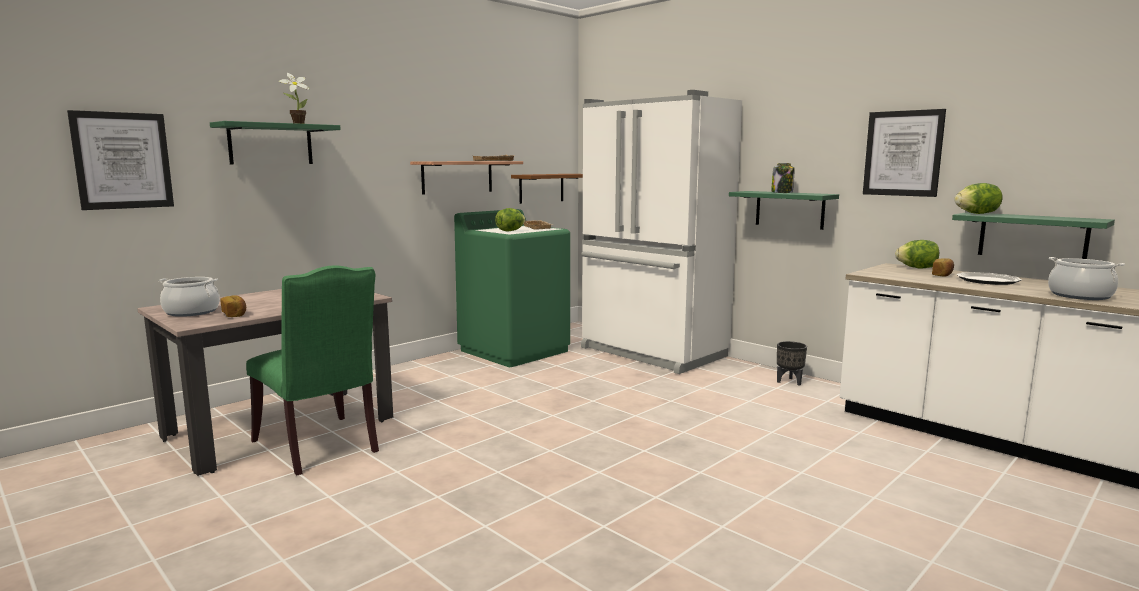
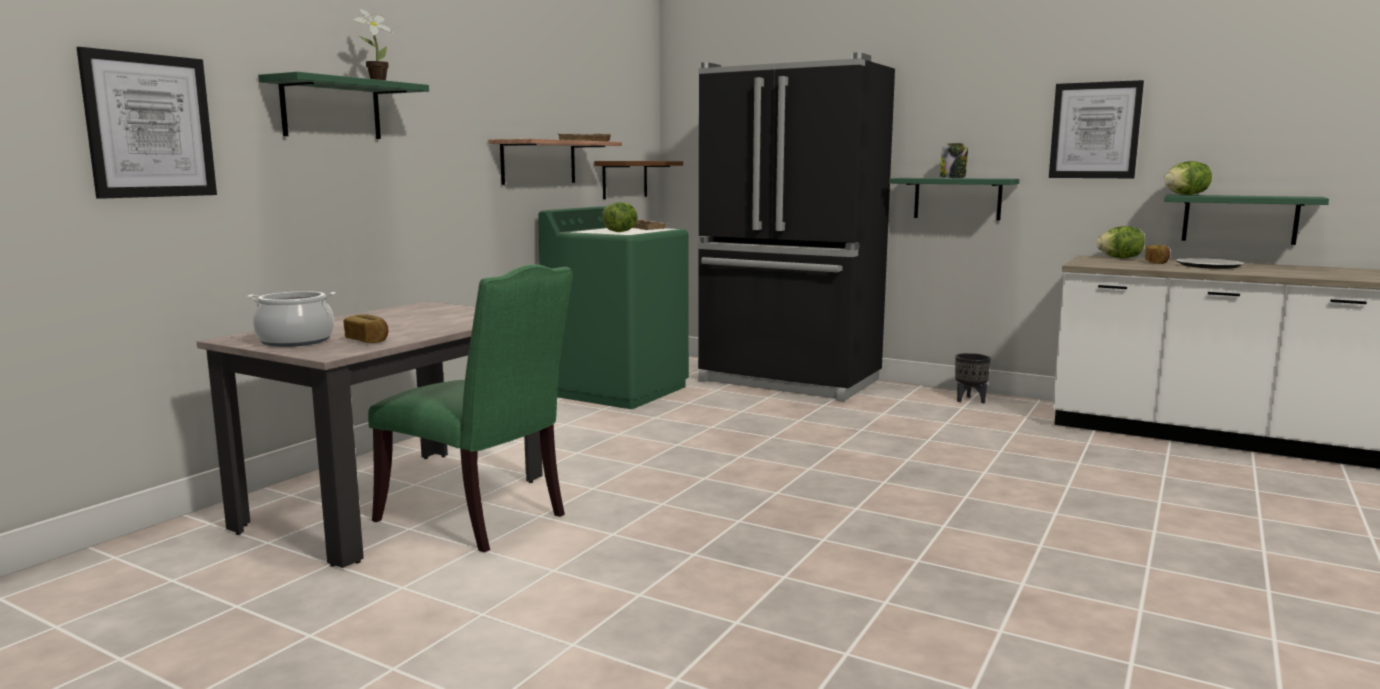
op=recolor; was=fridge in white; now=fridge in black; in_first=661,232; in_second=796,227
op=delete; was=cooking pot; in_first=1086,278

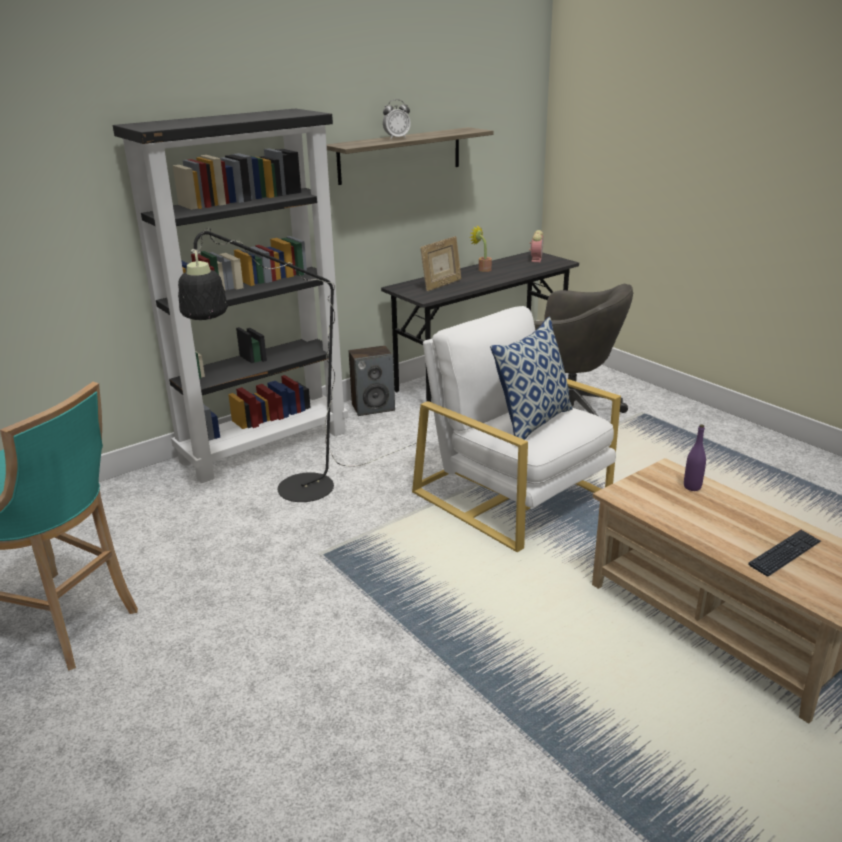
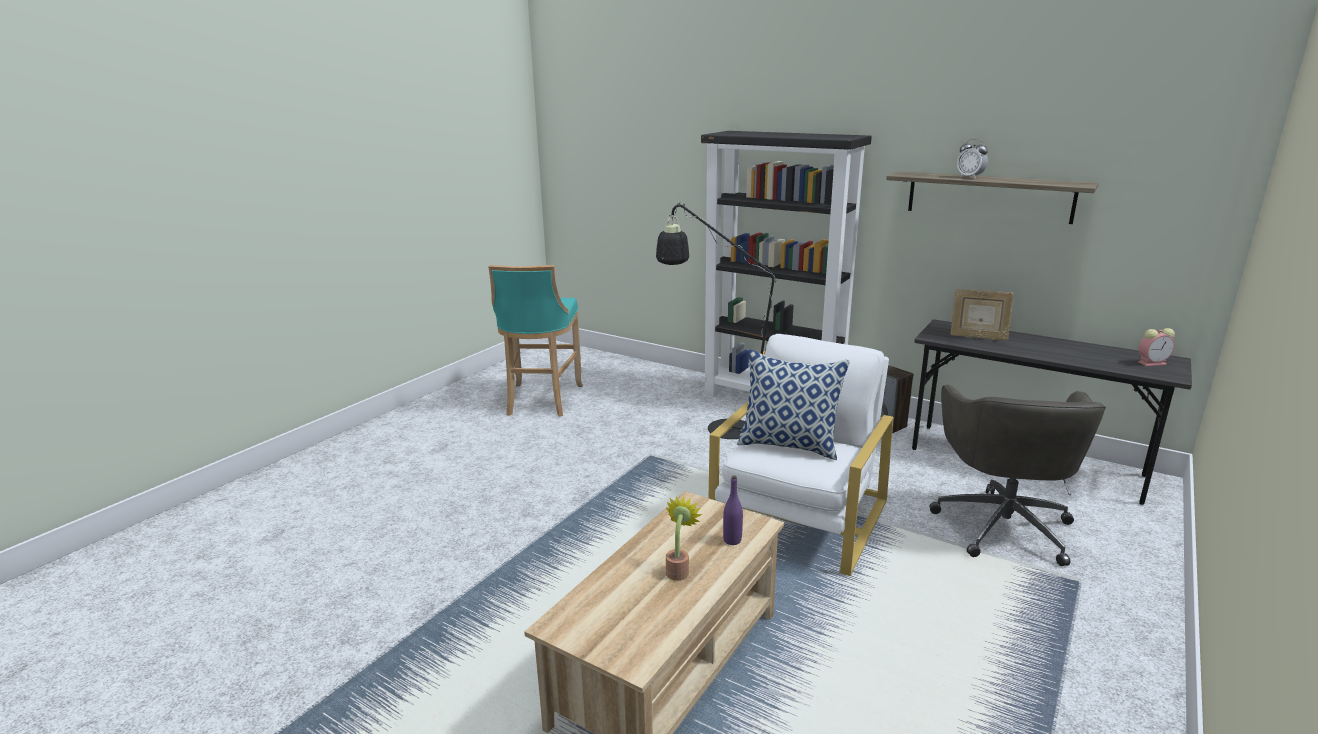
op=move; was=potted plant; in_first=481,248; in_second=684,538
op=delete; was=keyboard; in_first=784,553

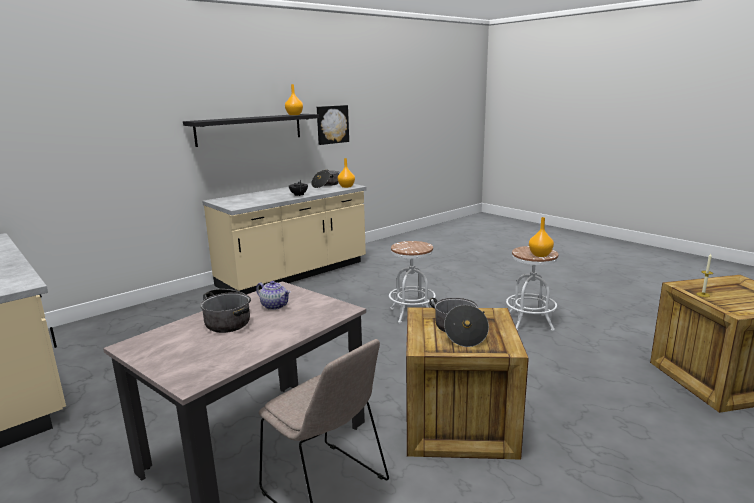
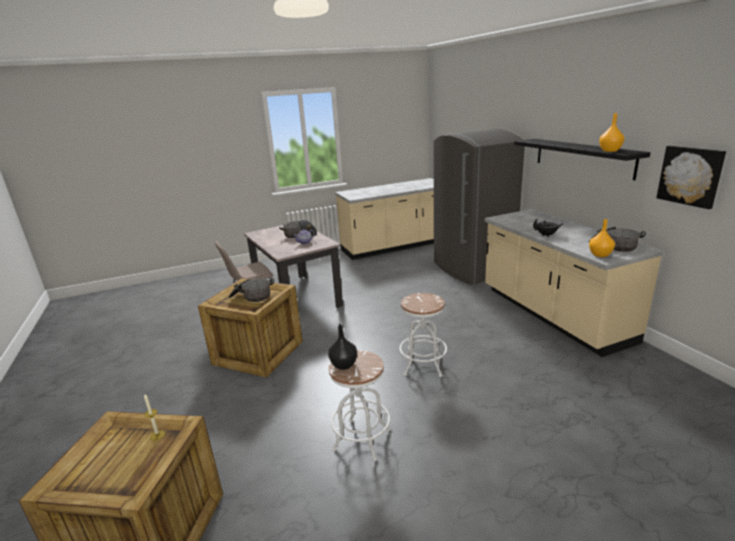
op=recolor; was=vase in orange; now=vase in black; in_first=541,237; in_second=342,346
op=insert; now=fridge in grey; in_second=479,207

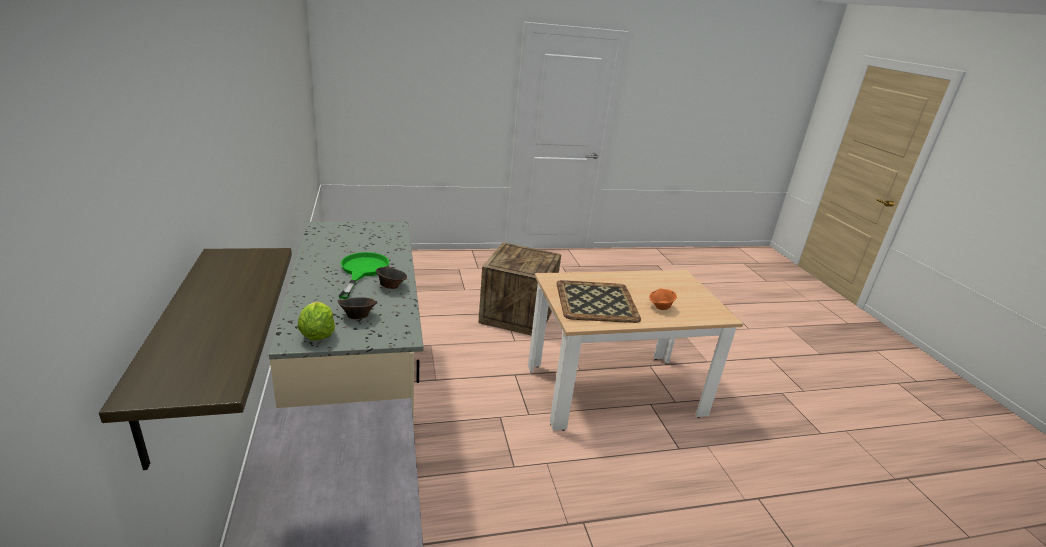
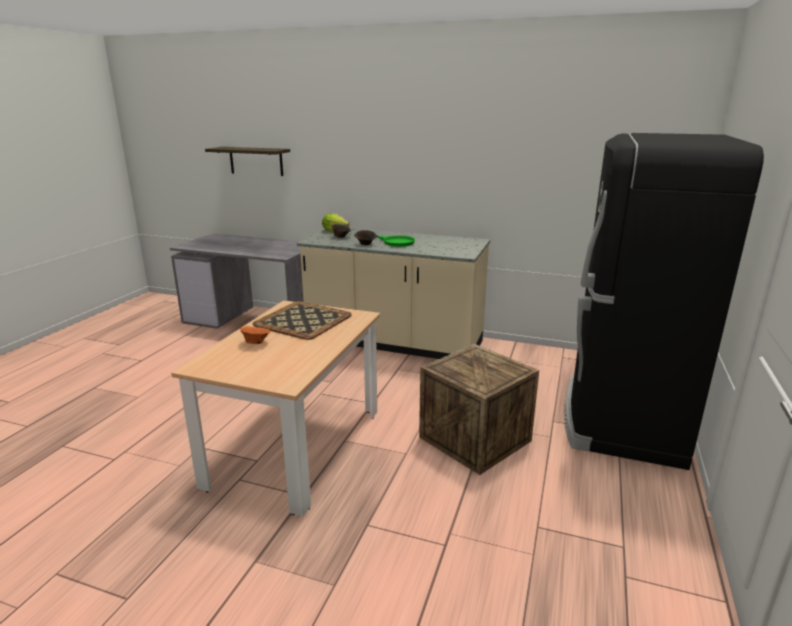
op=insert; now=fridge in black; in_second=664,301

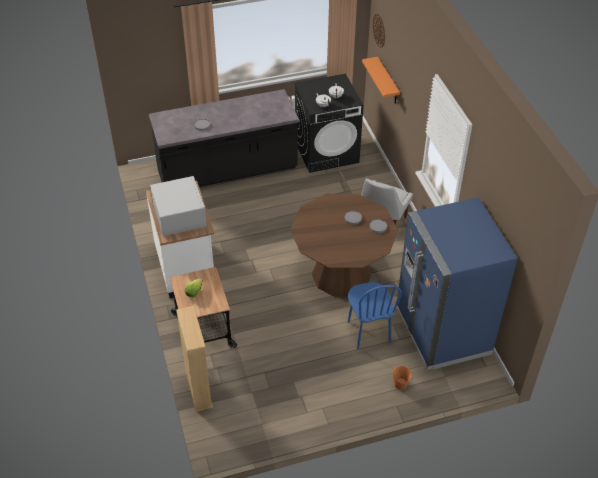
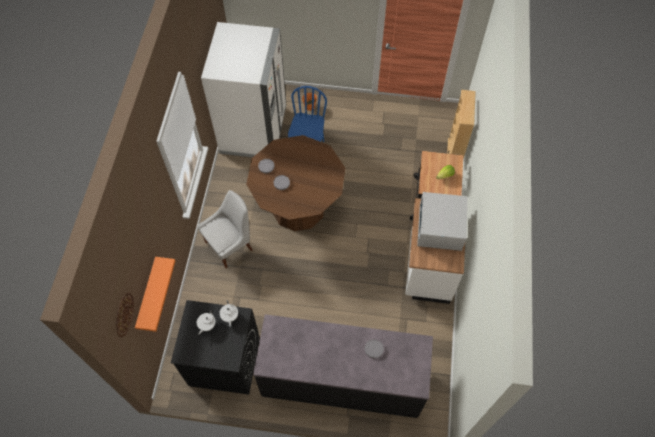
op=recolor; was=fridge in blue; now=fridge in white; in_first=457,283; in_second=243,89

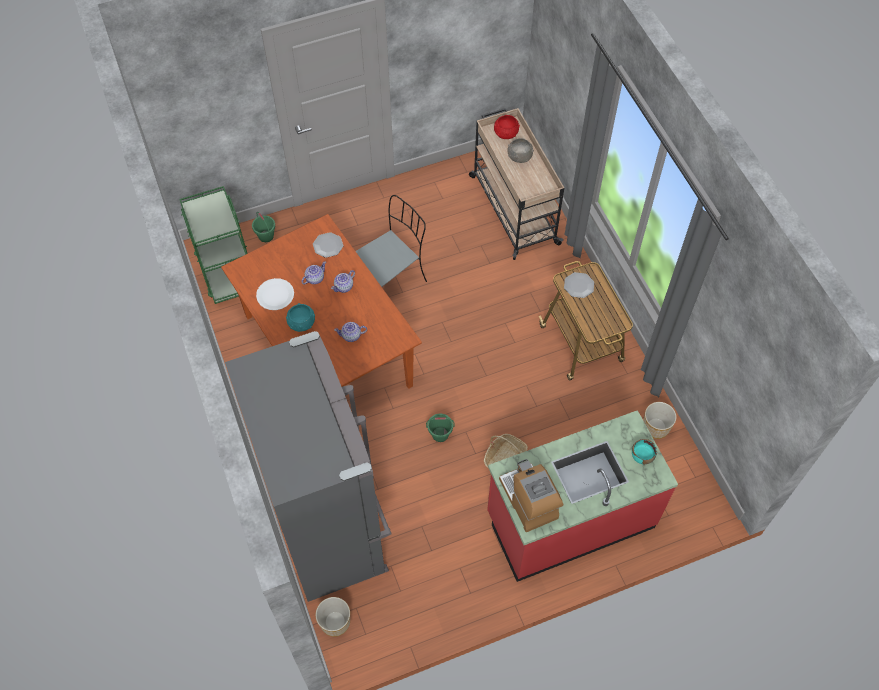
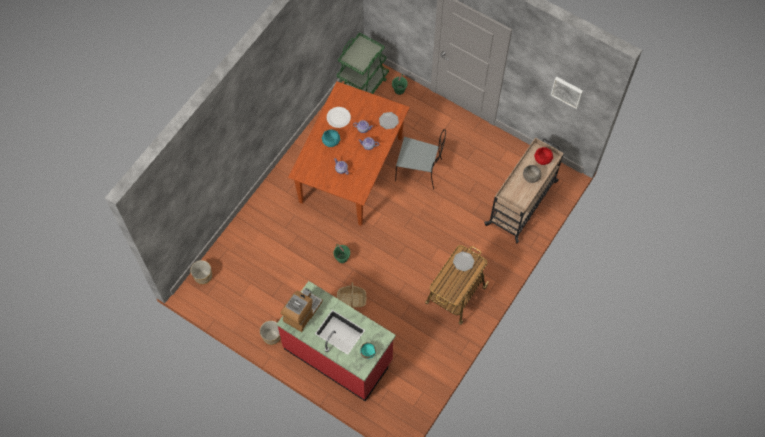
op=delete; was=fridge in grey; in_first=308,466
op=move; was=planter; in_first=659,420; in_second=270,333
op=insert; now=picture; in_second=567,93

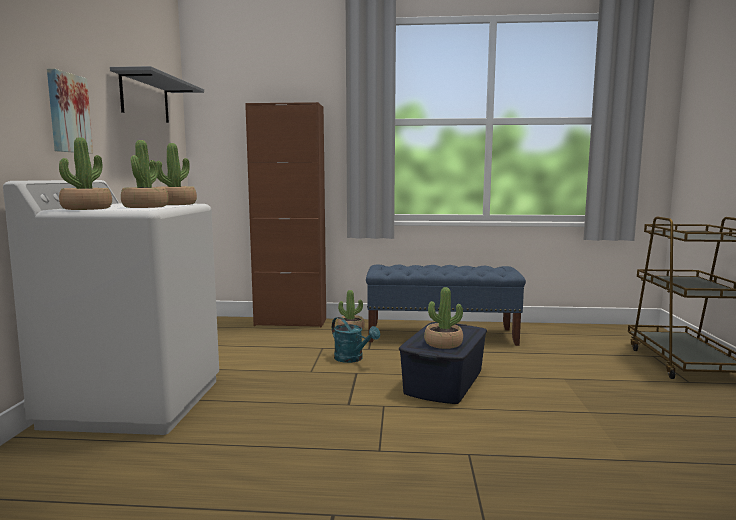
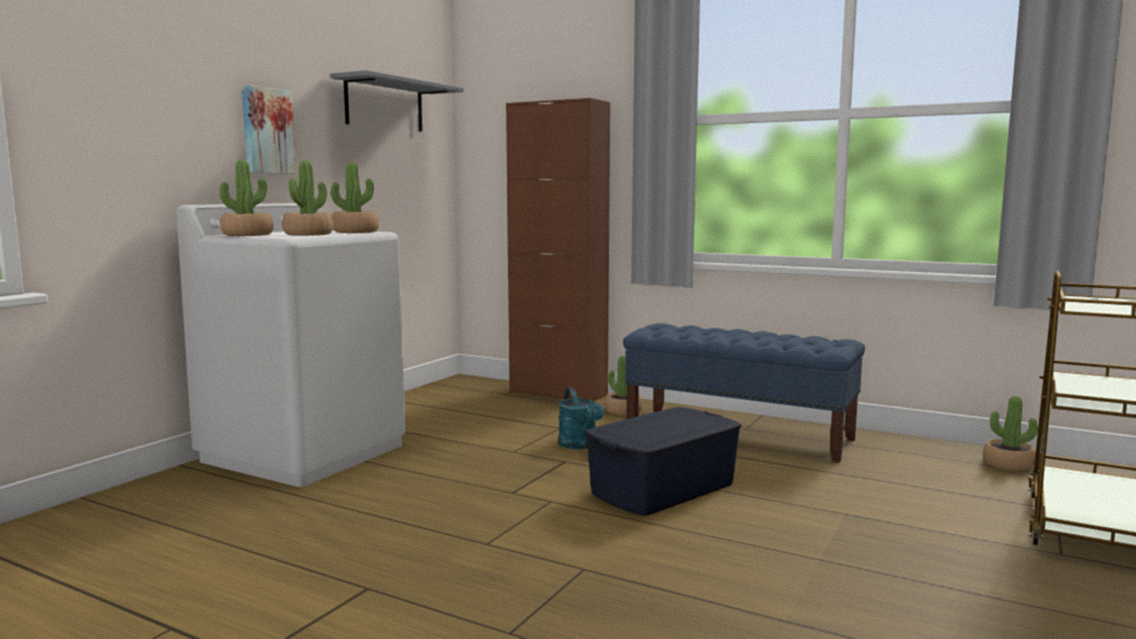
op=move; was=potted plant; in_first=443,318; in_second=1010,433

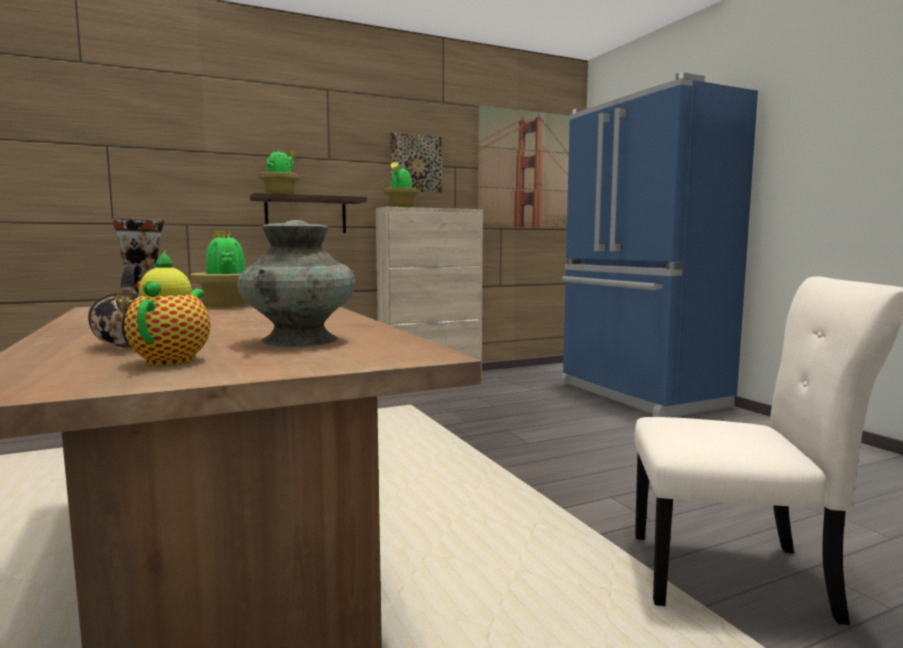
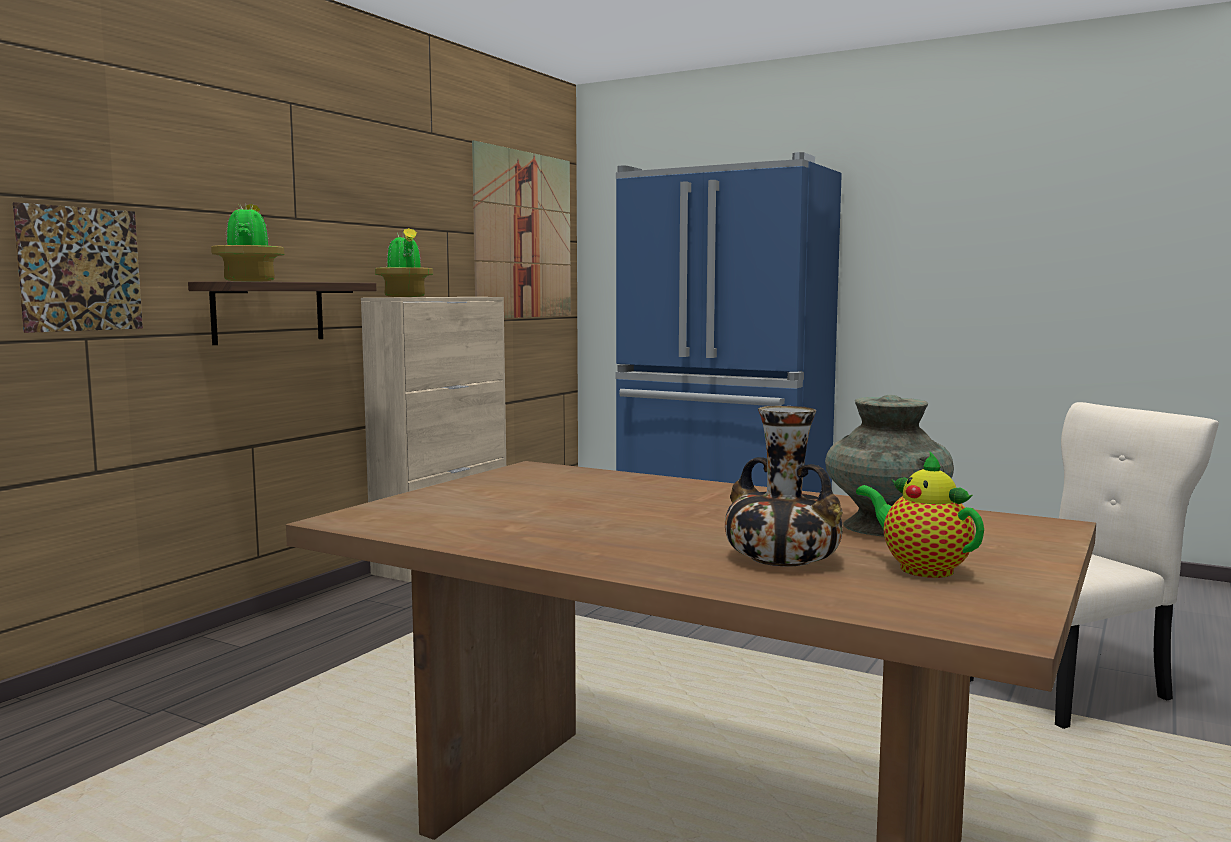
op=move; was=picture; in_first=416,163; in_second=78,267
op=delete; was=potted plant; in_first=219,269

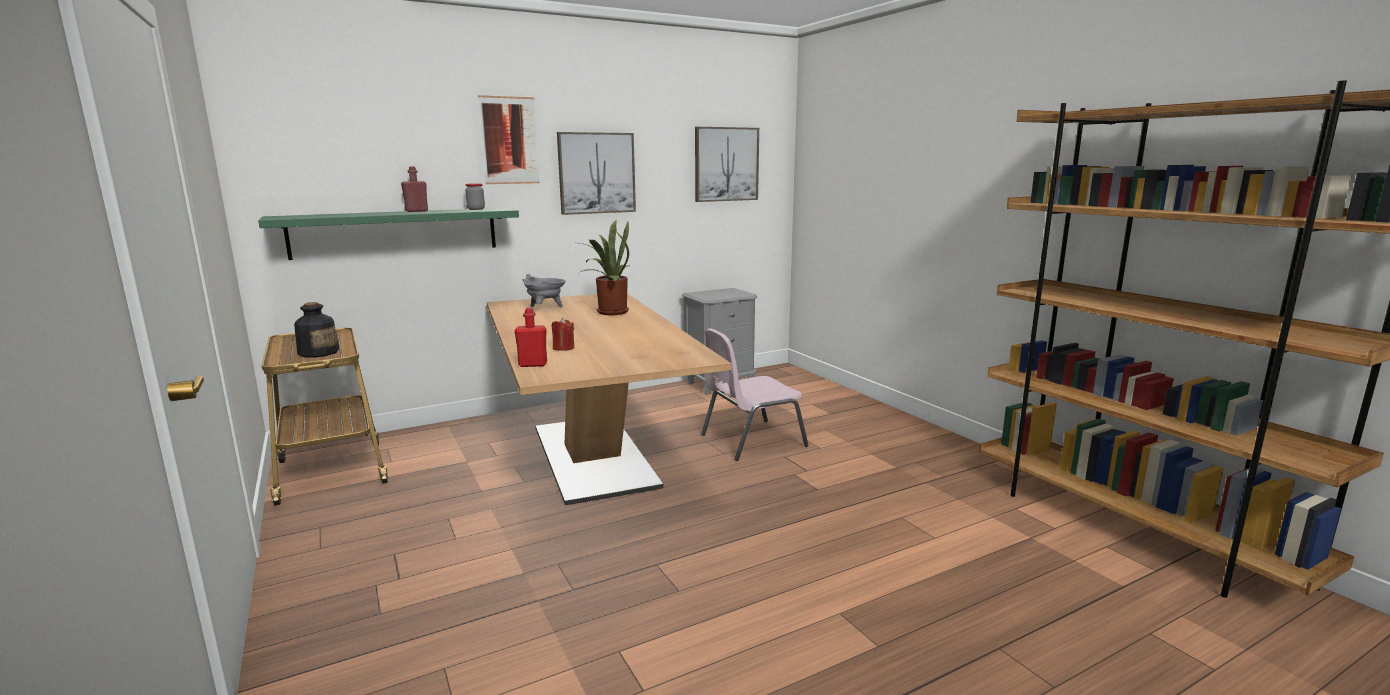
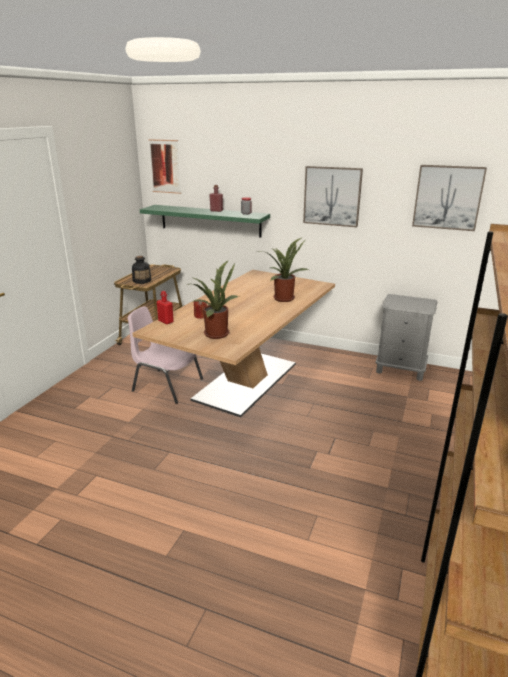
op=move; was=picture; in_first=509,139; in_second=164,166
op=delete; was=cooking pot in grey; in_first=544,290
op=move; was=chair in pink; in_first=755,394; in_second=165,355
op=insert; now=potted plant; in_second=213,300

